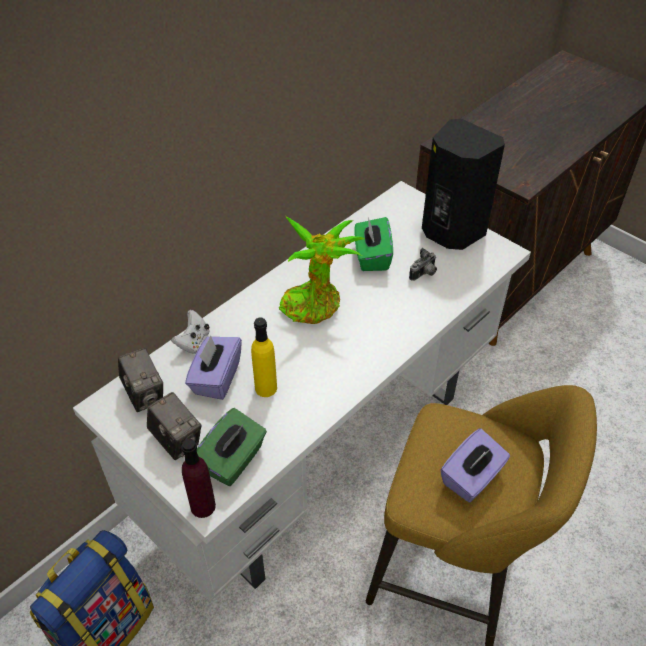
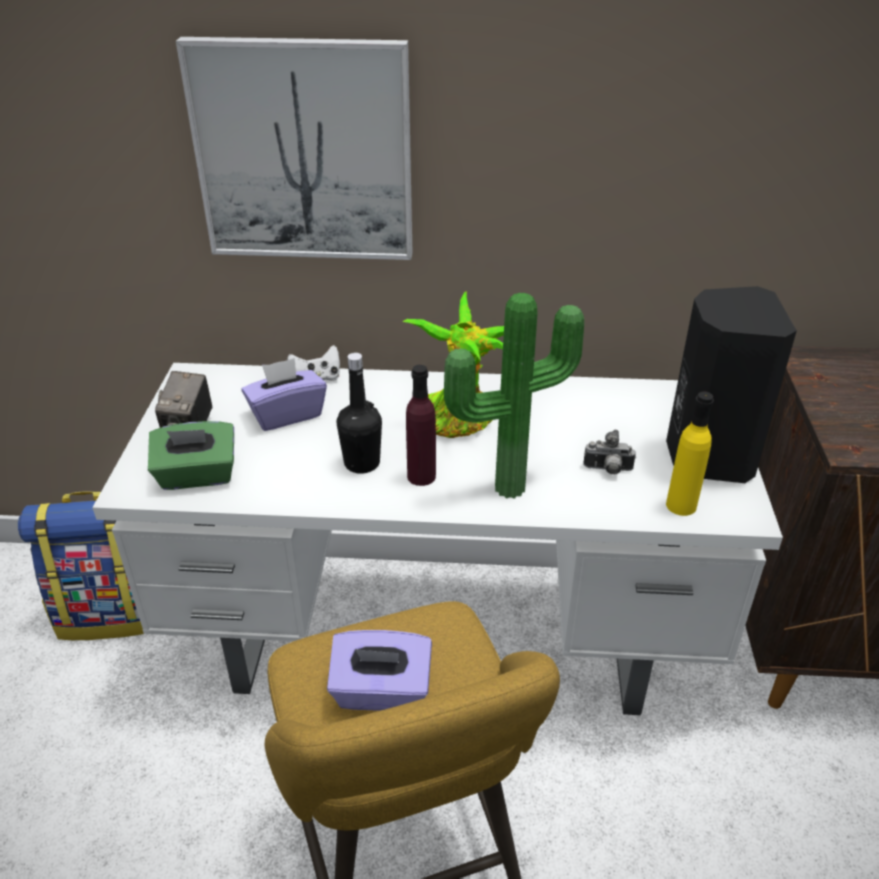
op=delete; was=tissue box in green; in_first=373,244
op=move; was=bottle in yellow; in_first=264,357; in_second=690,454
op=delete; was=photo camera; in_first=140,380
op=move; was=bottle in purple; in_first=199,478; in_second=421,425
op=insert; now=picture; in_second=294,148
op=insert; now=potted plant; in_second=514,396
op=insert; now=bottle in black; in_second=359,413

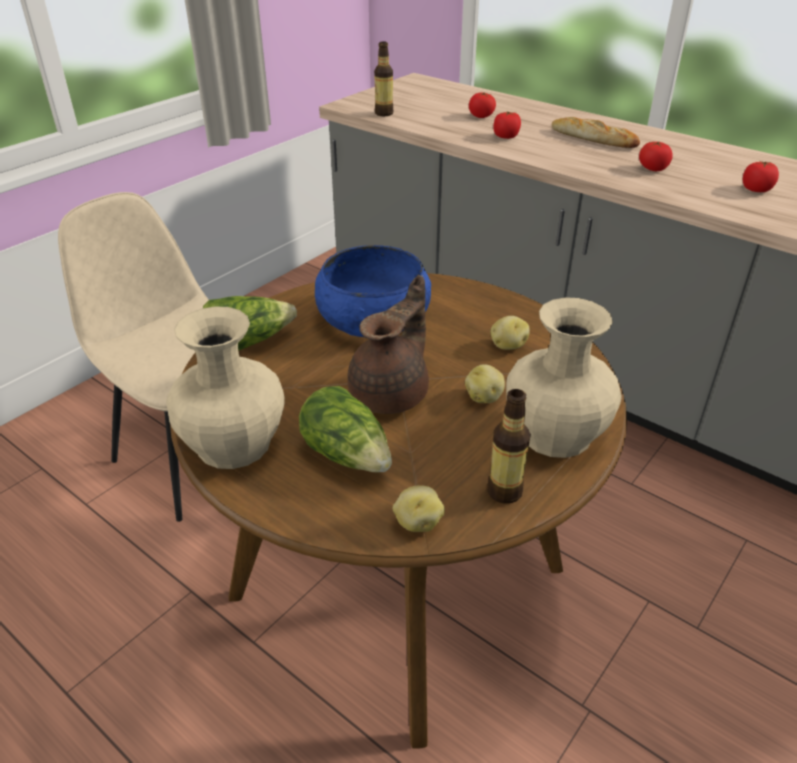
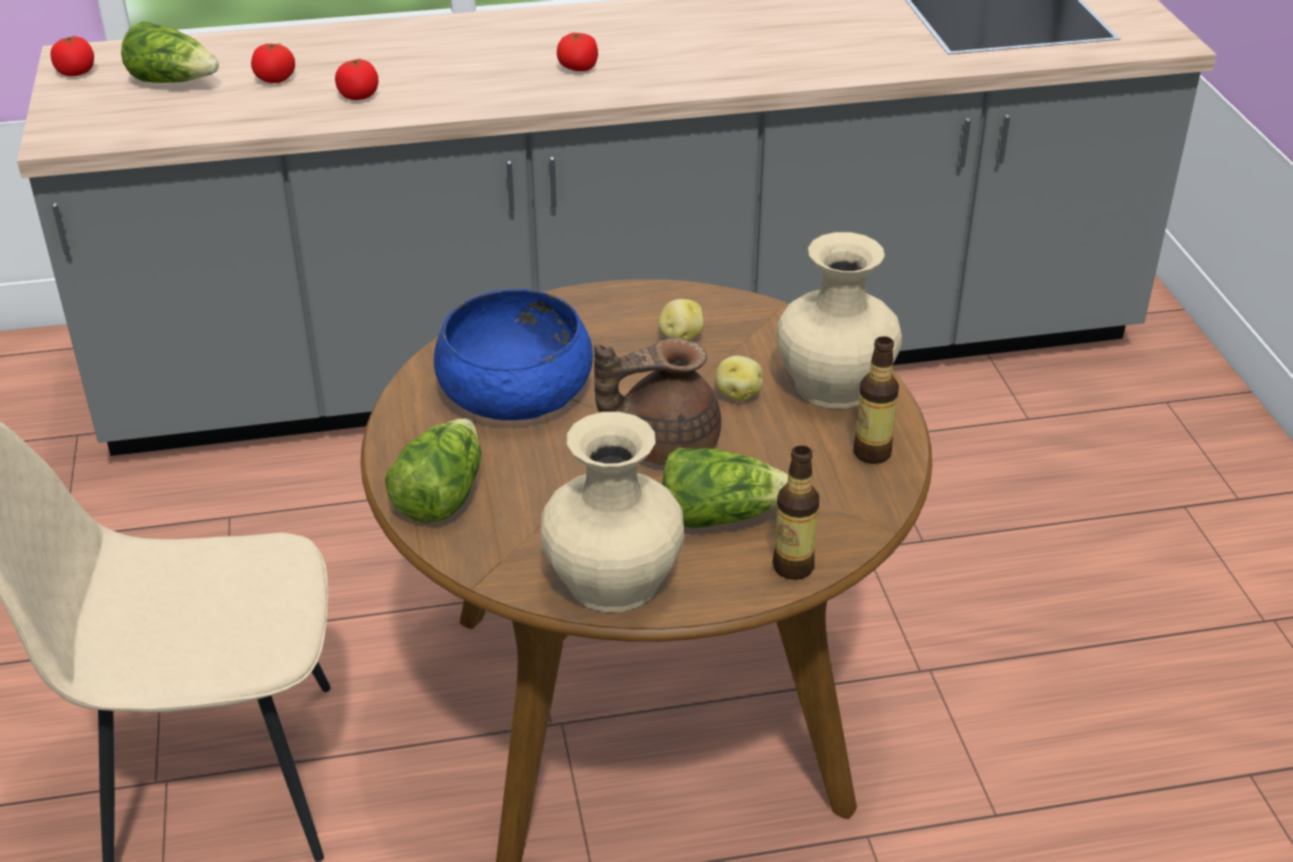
op=move; was=bottle; in_first=384,78; in_second=796,513
op=delete; was=bread; in_first=596,132
op=move; was=tomato; in_first=761,176; in_second=72,56
op=rotate; was=teapot in brown; in_first=388,344; in_second=657,401; clockwise=-90
op=delete; was=potato; in_first=419,508
op=insert; now=lettuce; in_second=170,52

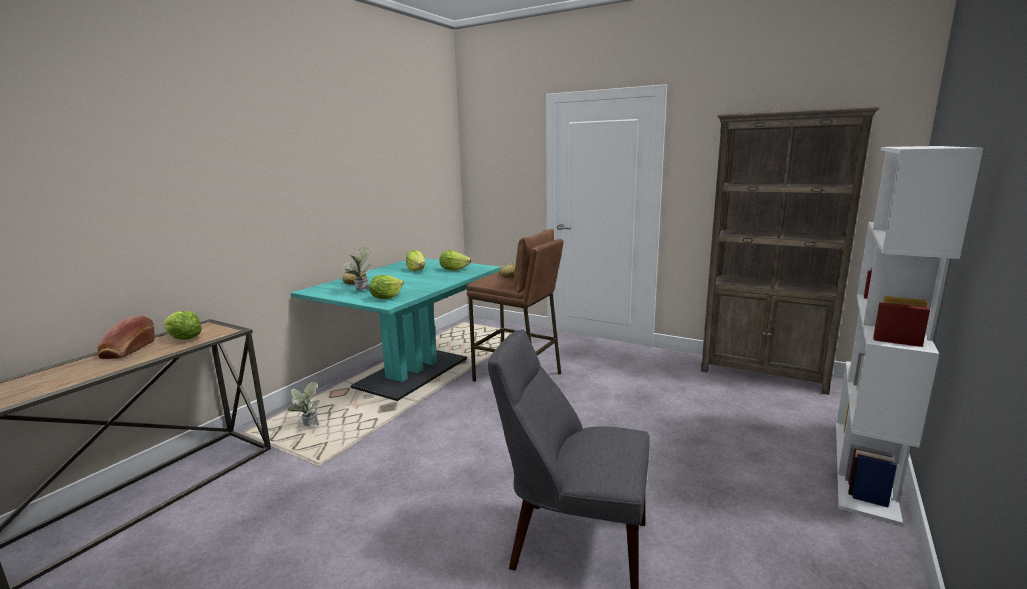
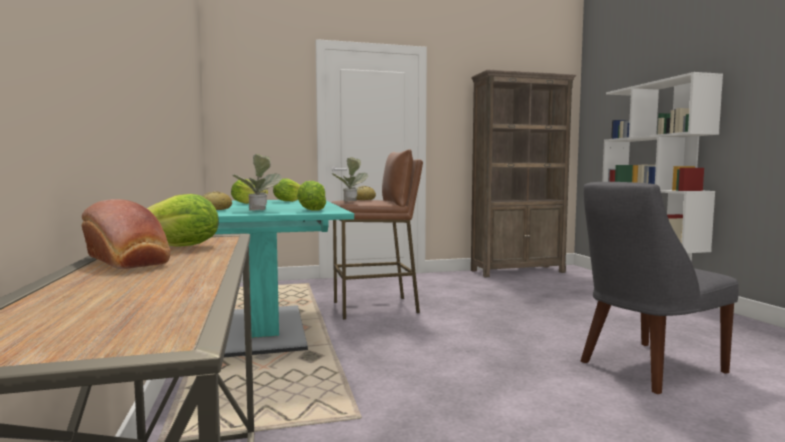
op=move; was=potted plant; in_first=303,404; in_second=350,179

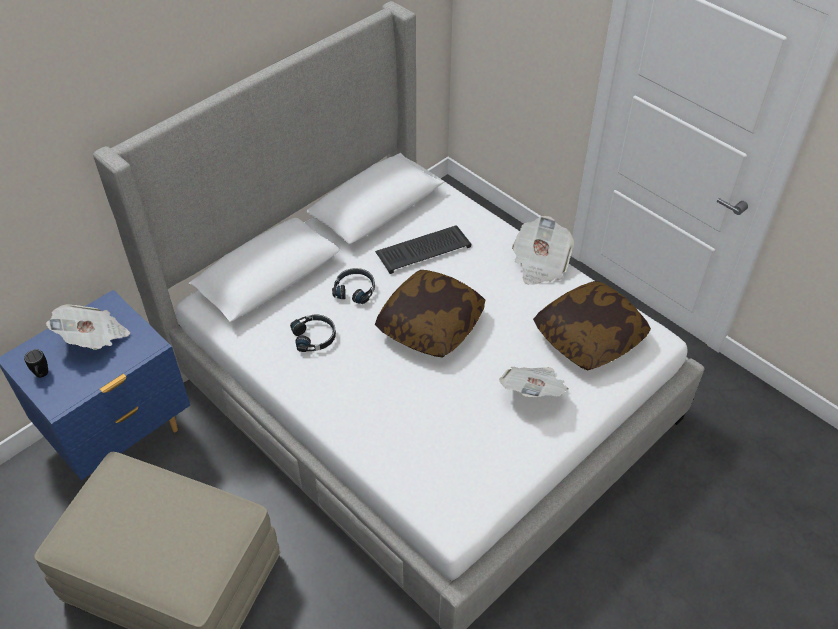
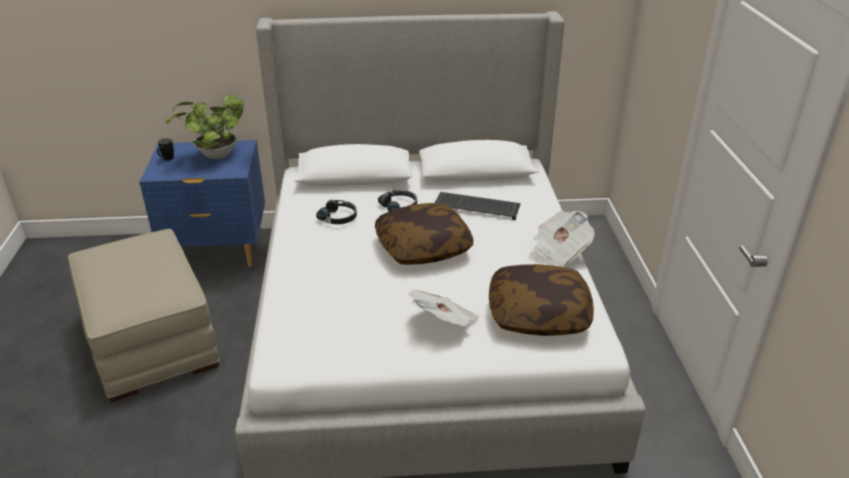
op=replace; was=newspaper; now=potted plant; in_first=88,327; in_second=205,127

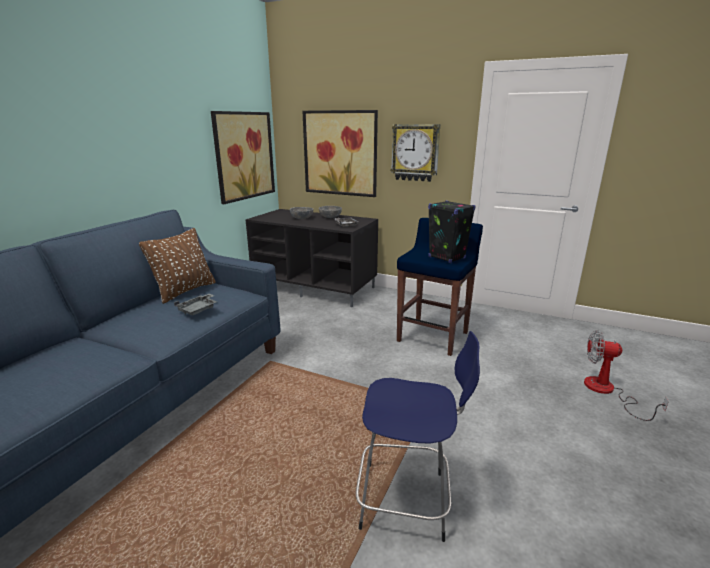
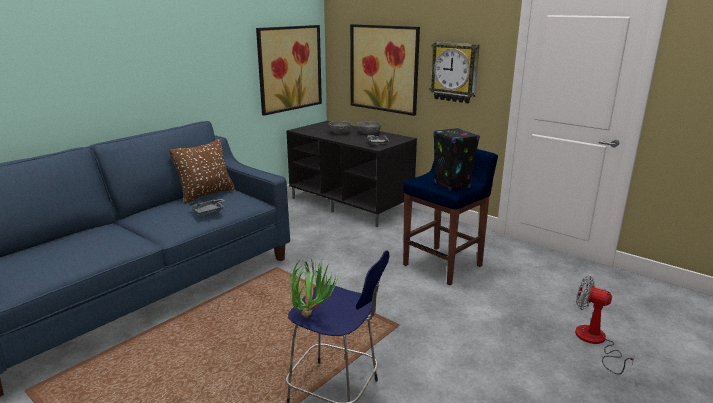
op=insert; now=potted plant; in_second=314,288

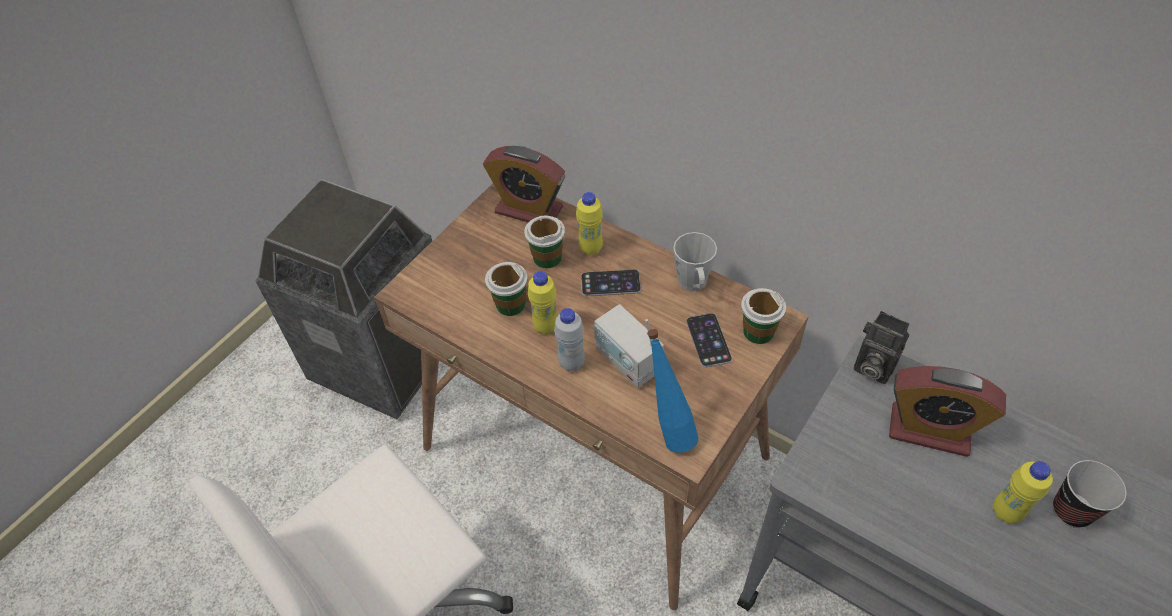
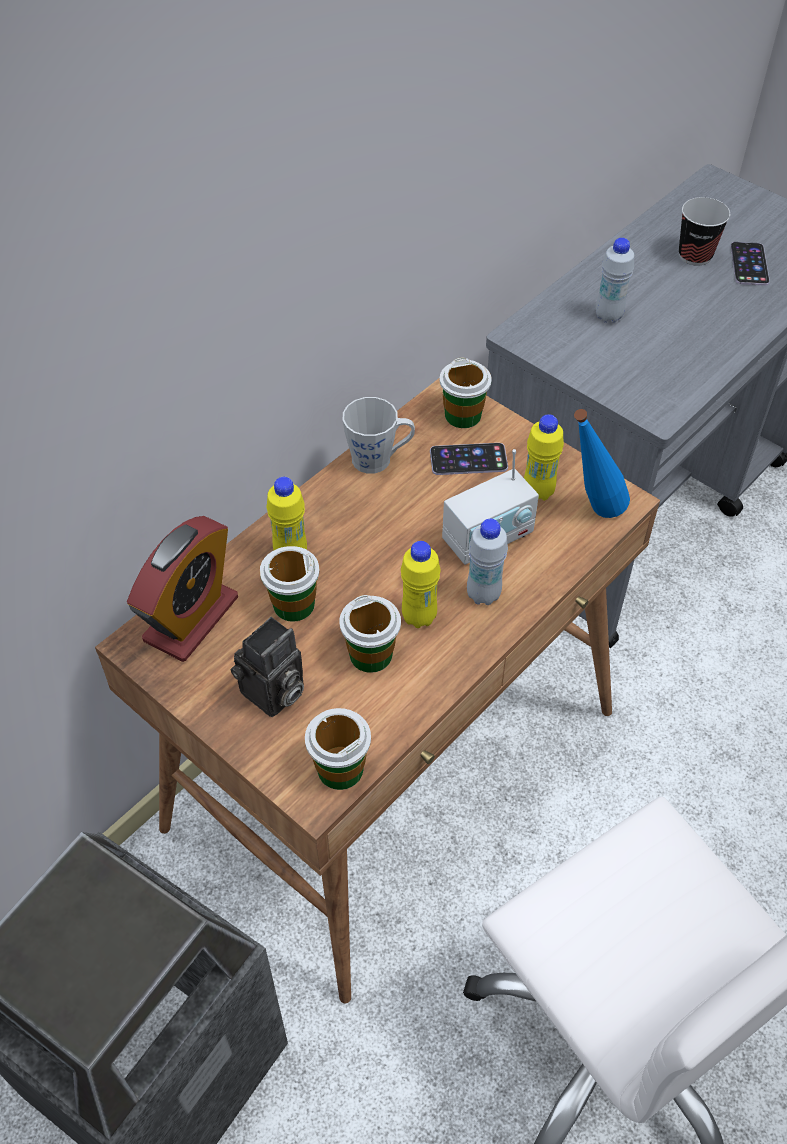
op=move; was=phone; in_first=611,282; in_second=750,264
op=move; was=photo camera; in_first=881,347; in_second=267,667
op=replace; was=alarm clock; now=bottle in white; in_first=947,411; in_second=615,280
op=move; was=bottle in yellow; in_first=1023,492; in_second=544,457
op=insert; now=cup; in_second=338,749

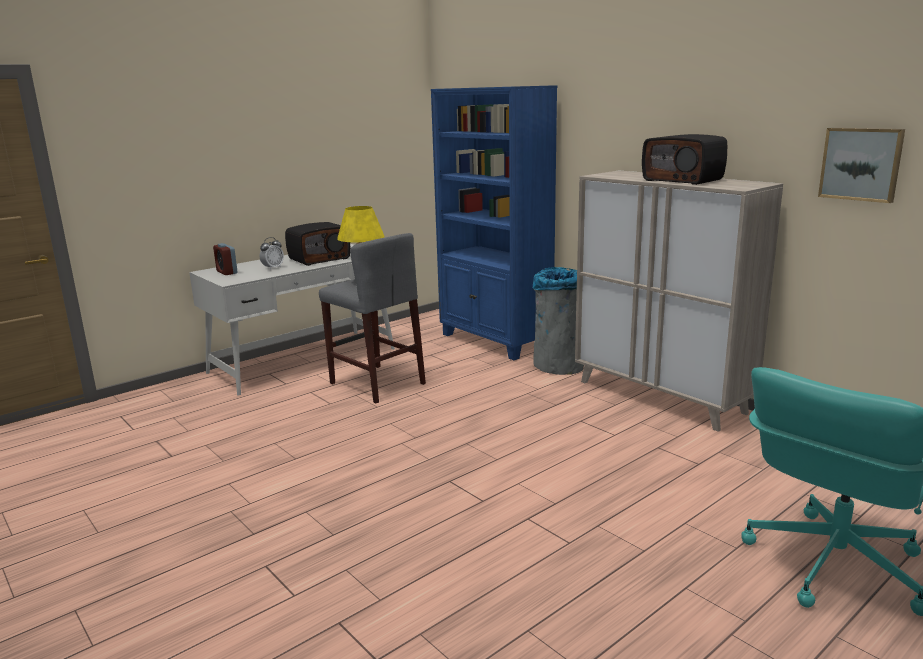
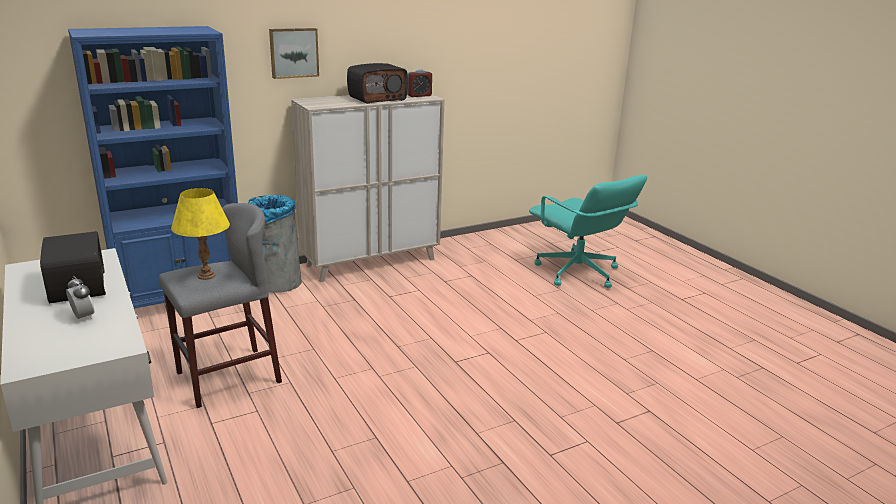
op=move; was=picture; in_first=861,165; in_second=294,53
op=move; was=alarm clock; in_first=225,259; in_second=419,83

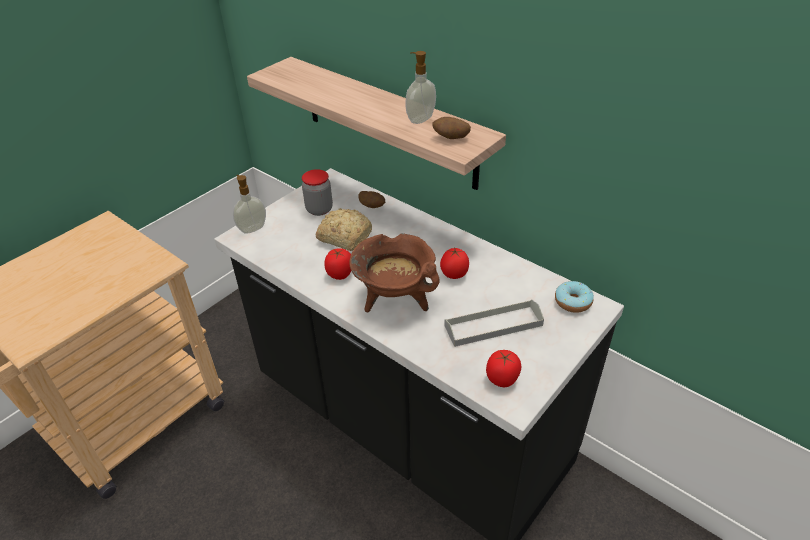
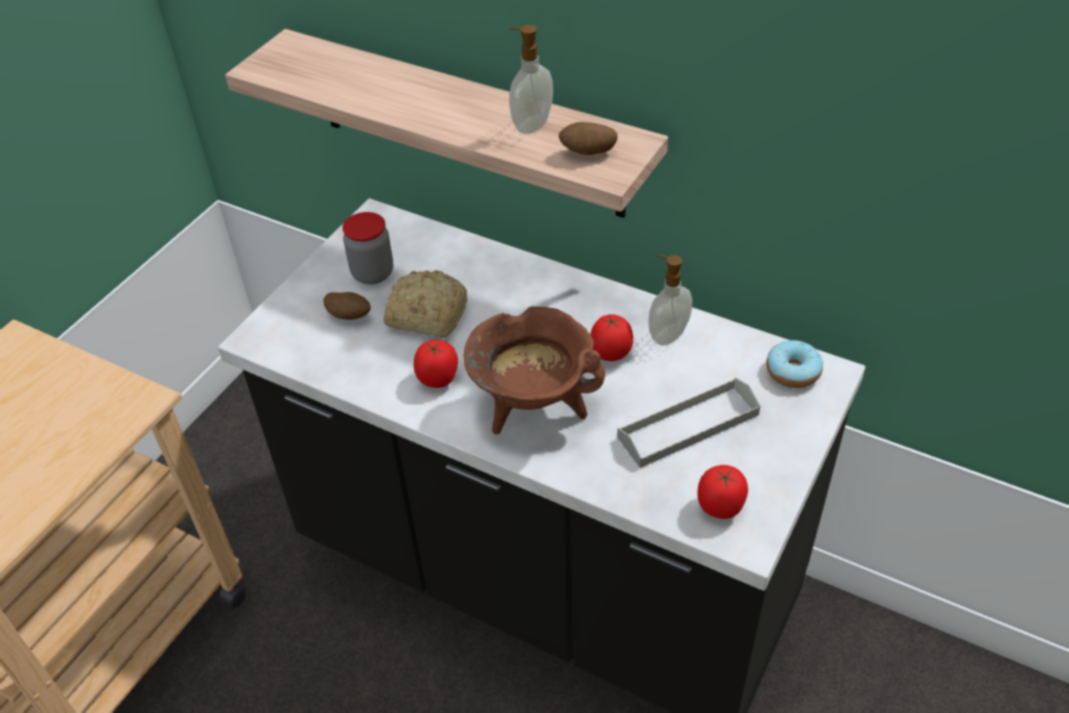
op=move; was=soap dispenser; in_first=249,204; in_second=670,300
op=move; was=potato; in_first=371,199; in_second=347,306

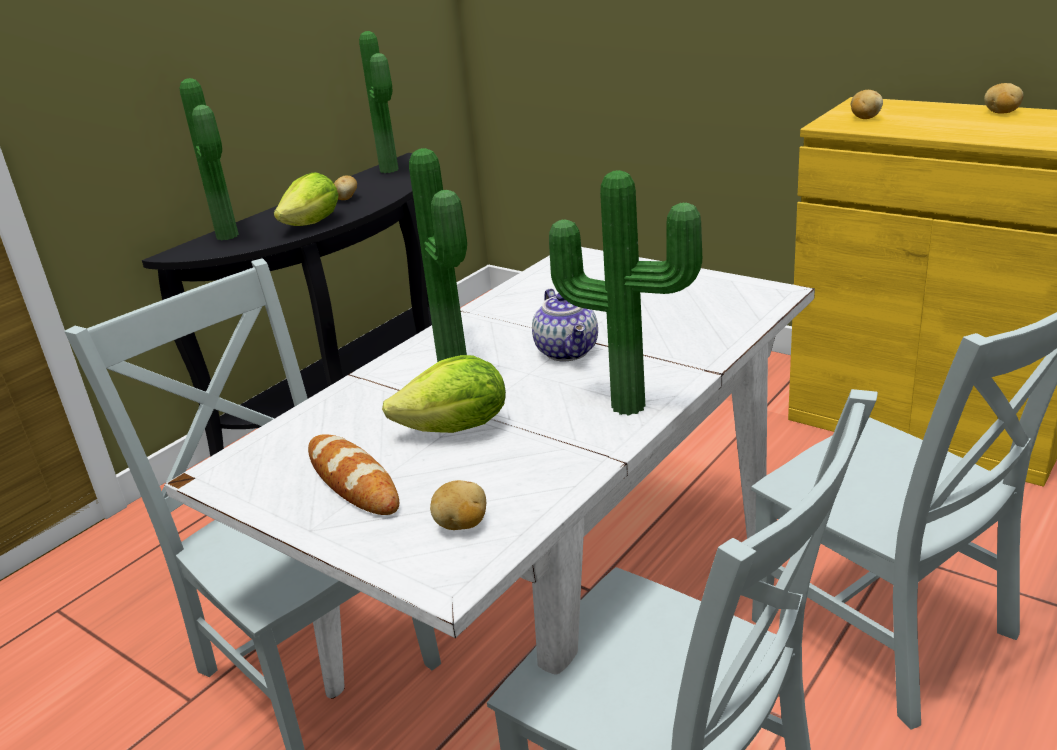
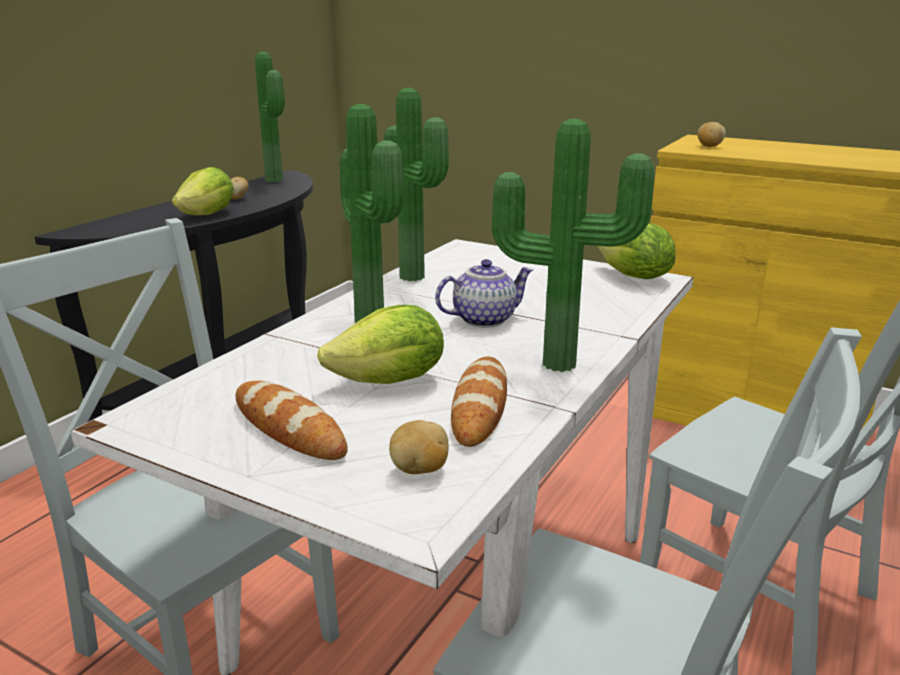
op=move; was=potted plant; in_first=209,159; in_second=416,184
op=delete; was=potato; in_first=1003,98
op=rotate; was=teapot; in_first=565,325; in_second=484,293; clockwise=-90
op=insert; now=lettuce; in_second=636,251
op=insert; now=bread; in_second=479,401

